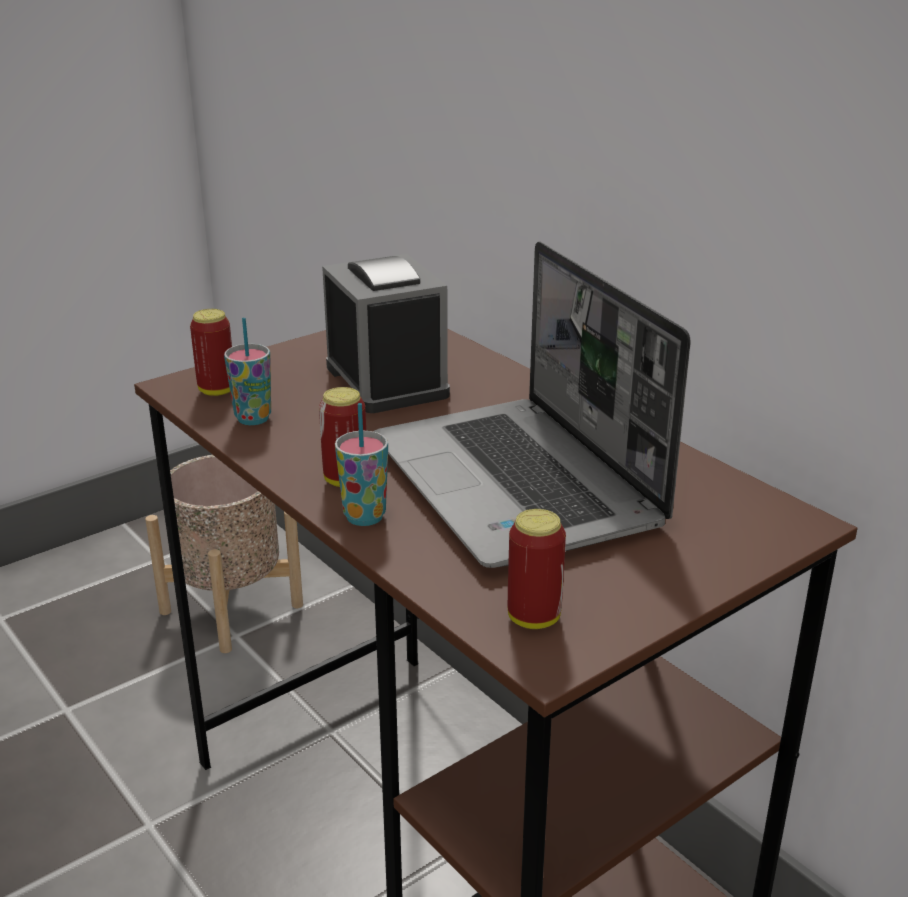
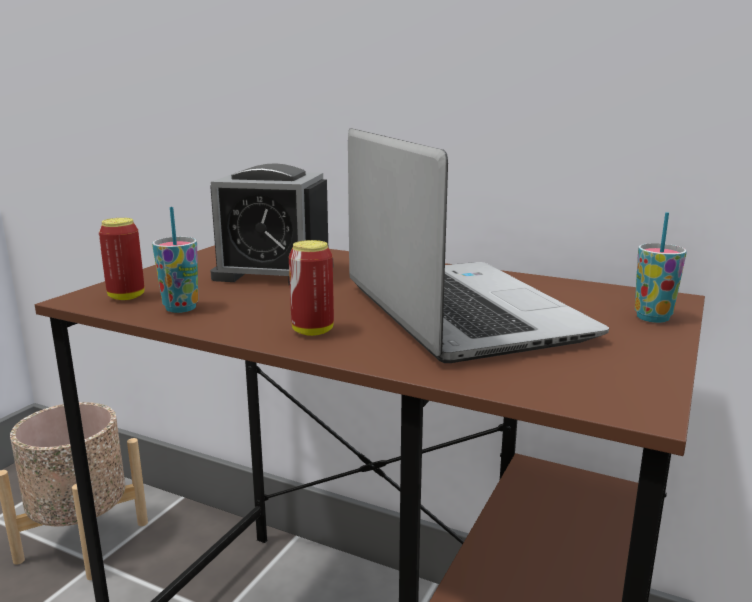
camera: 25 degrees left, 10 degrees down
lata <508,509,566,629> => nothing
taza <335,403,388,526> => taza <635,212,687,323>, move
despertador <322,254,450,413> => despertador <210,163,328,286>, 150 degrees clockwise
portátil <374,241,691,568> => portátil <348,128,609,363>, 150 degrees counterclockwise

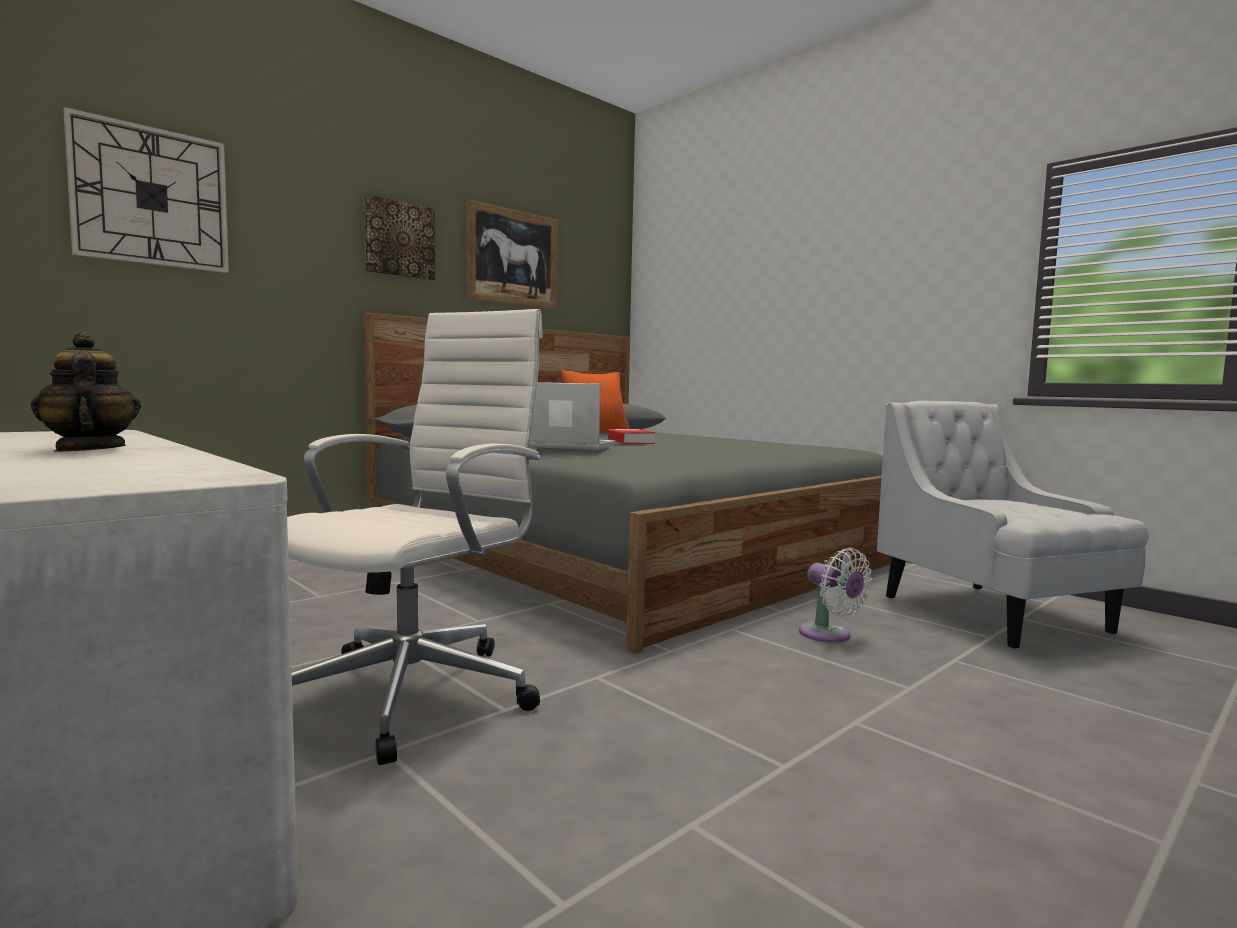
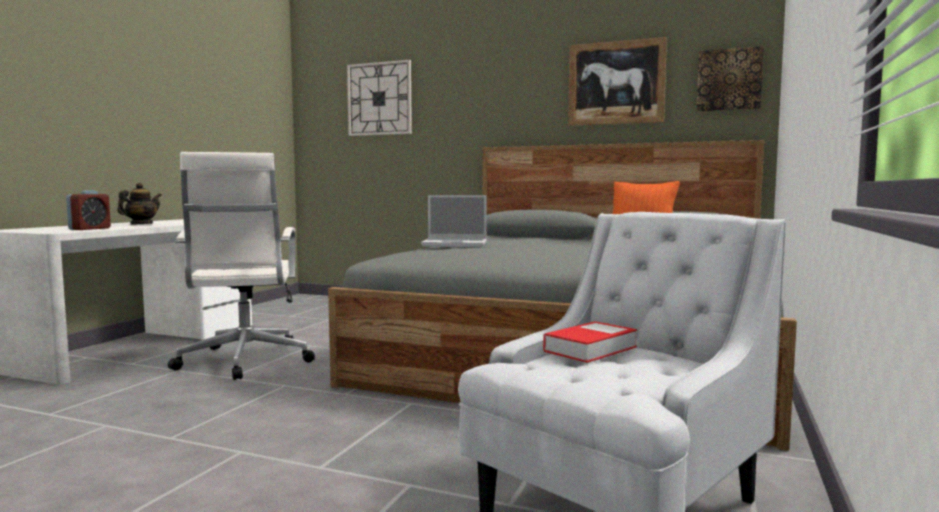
camera: 65 degrees right, 0 degrees up
ventilador/blanco <799,548,872,643> => nothing
nothing => despertador <66,190,111,230>
cuadro <364,195,435,280> => cuadro <697,46,764,111>, move
libro <608,429,655,444> => libro <543,321,637,363>, move
silla de oficina/blanco <287,309,543,765> => silla de oficina/blanco <168,152,315,380>, 75 degrees clockwise
portátil <529,382,616,450> => portátil <421,195,487,247>, 105 degrees clockwise

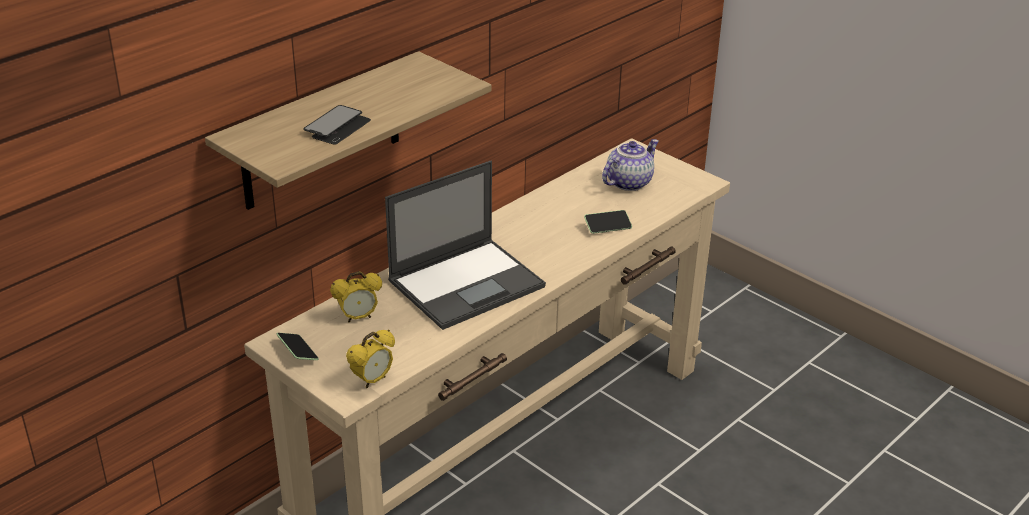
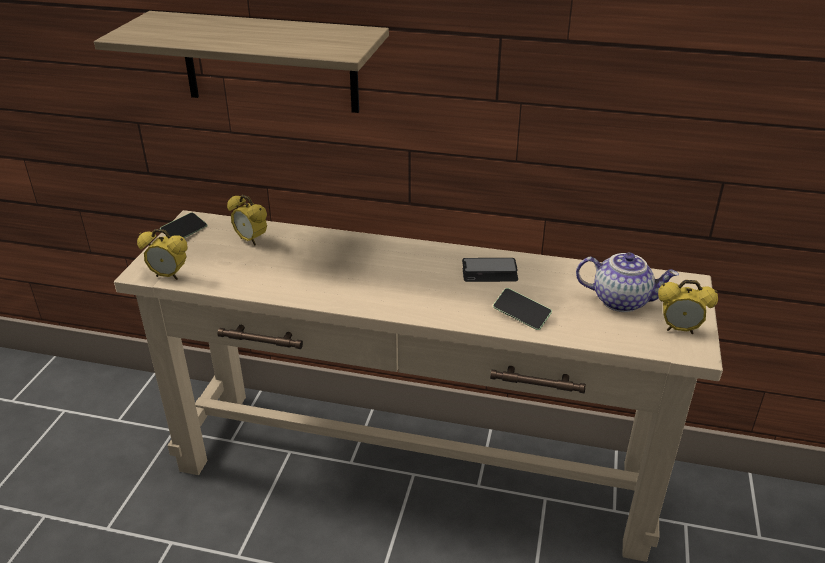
camera: 60 degrees right, 0 degrees up
portátil <385,161,546,330> => nothing
nothing => despertador <658,280,718,334>
móvil <303,105,371,144> => móvil <462,258,518,282>, move

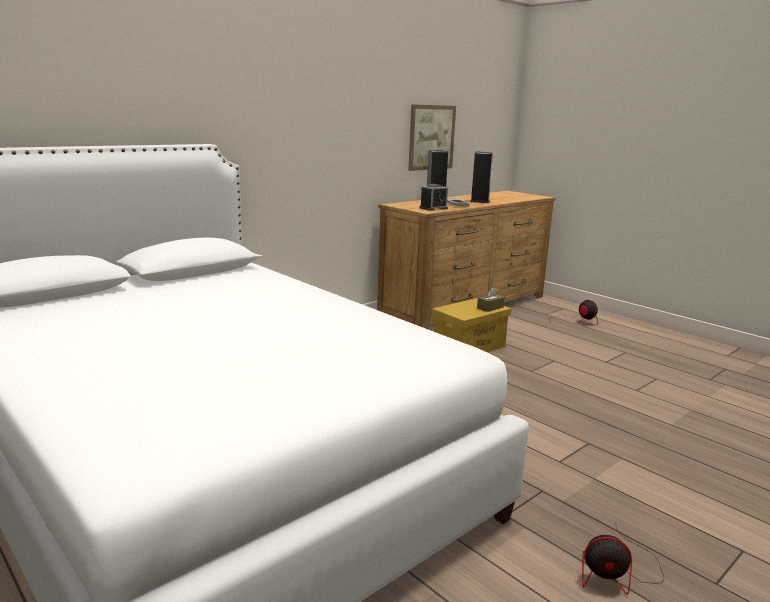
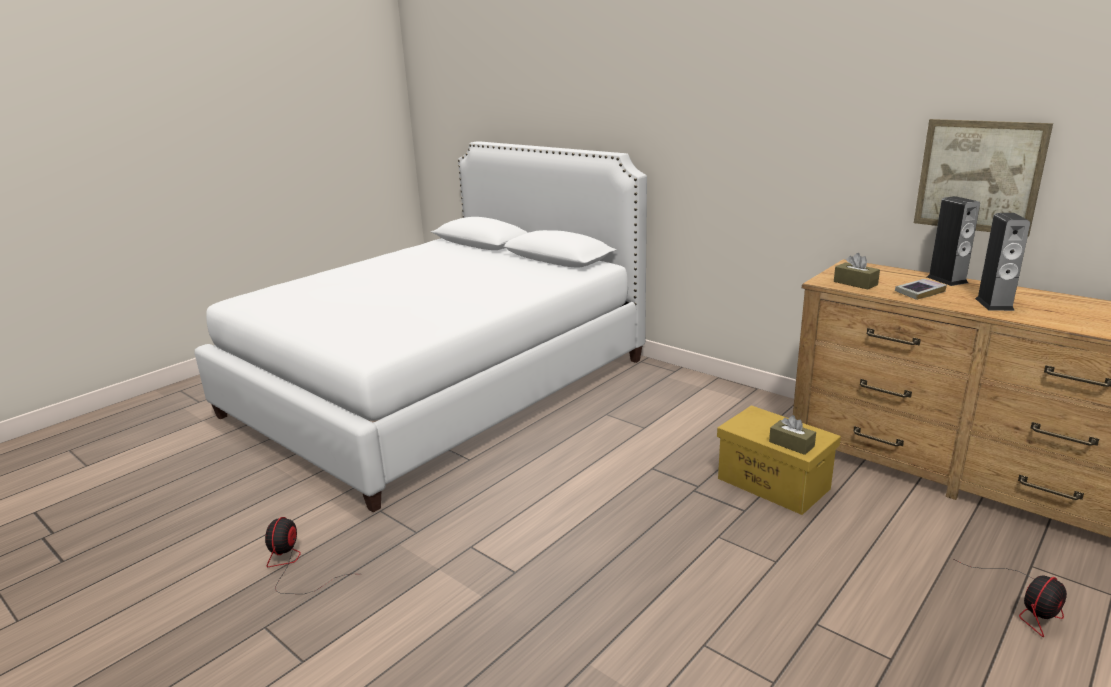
camera: 85 degrees right, 5 degrees up
despertador <420,184,448,211> => caja de pañuelos/marrón <834,253,880,289>

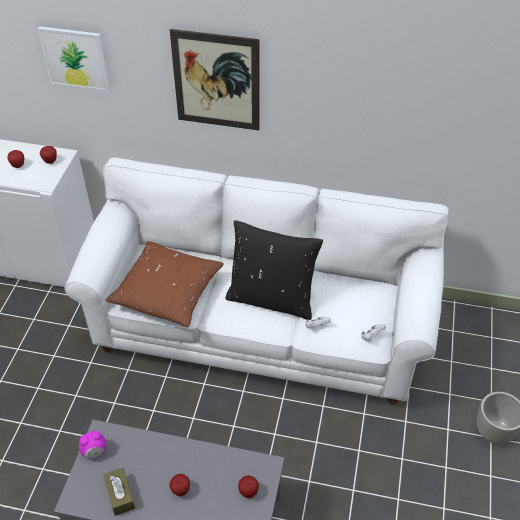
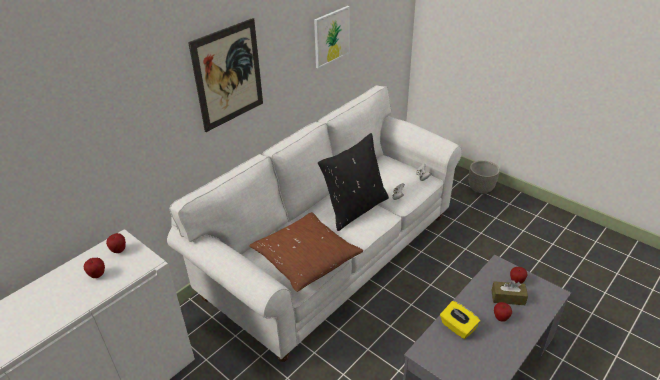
camera: 60 degrees left, 10 degrees down
despertador <79,431,107,459> => nothing
nothing => caja de pañuelos/amarillo <440,301,480,339>
cuadro <38,26,110,91> => cuadro <314,6,350,69>, move
caja de pañuelos/marrón <103,468,135,516> => caja de pañuelos/marrón <491,280,528,305>, move

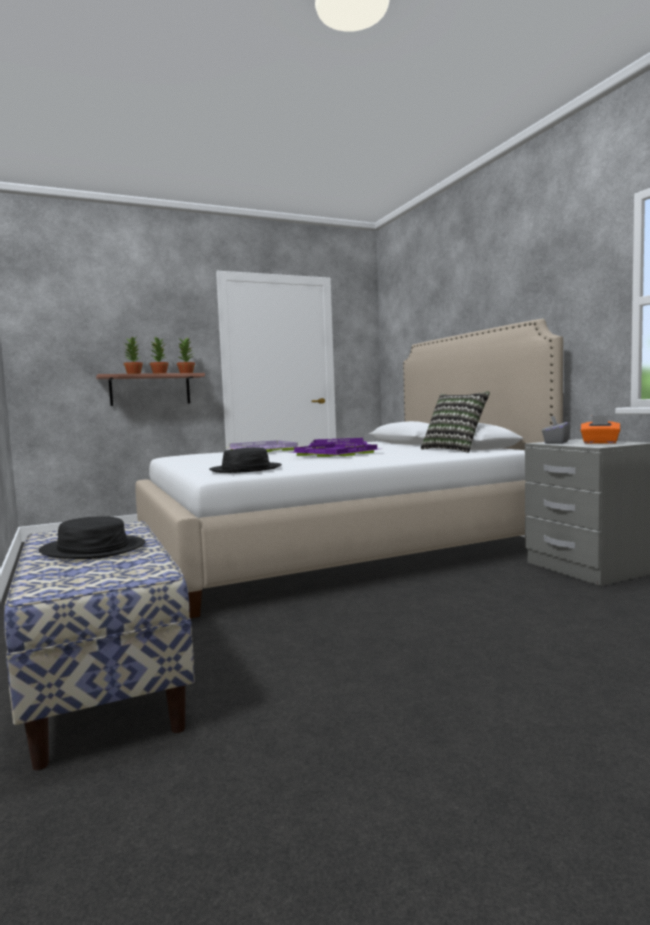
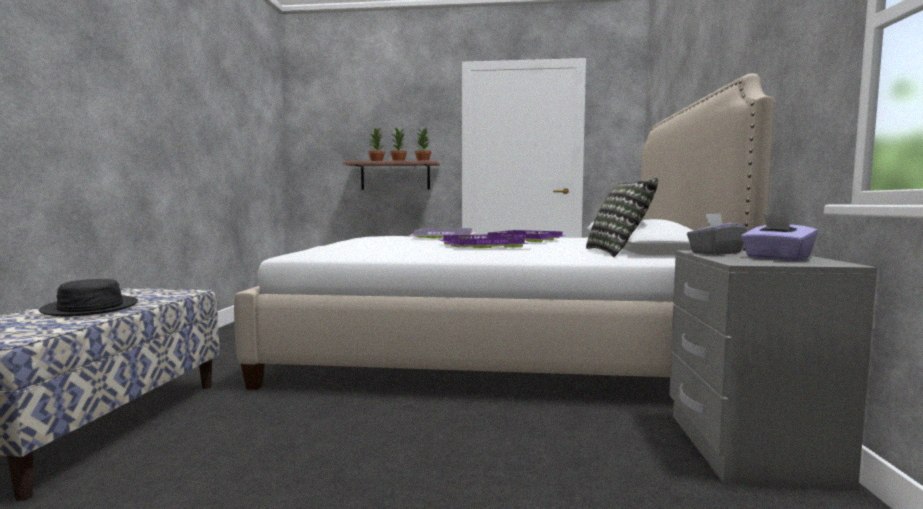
camera: 30 degrees right, 0 degrees up
sombrero/negro <209,448,282,473> => nothing
caja de pañuelos/naranja <581,415,620,444> => caja de pañuelos/morado <741,214,818,261>

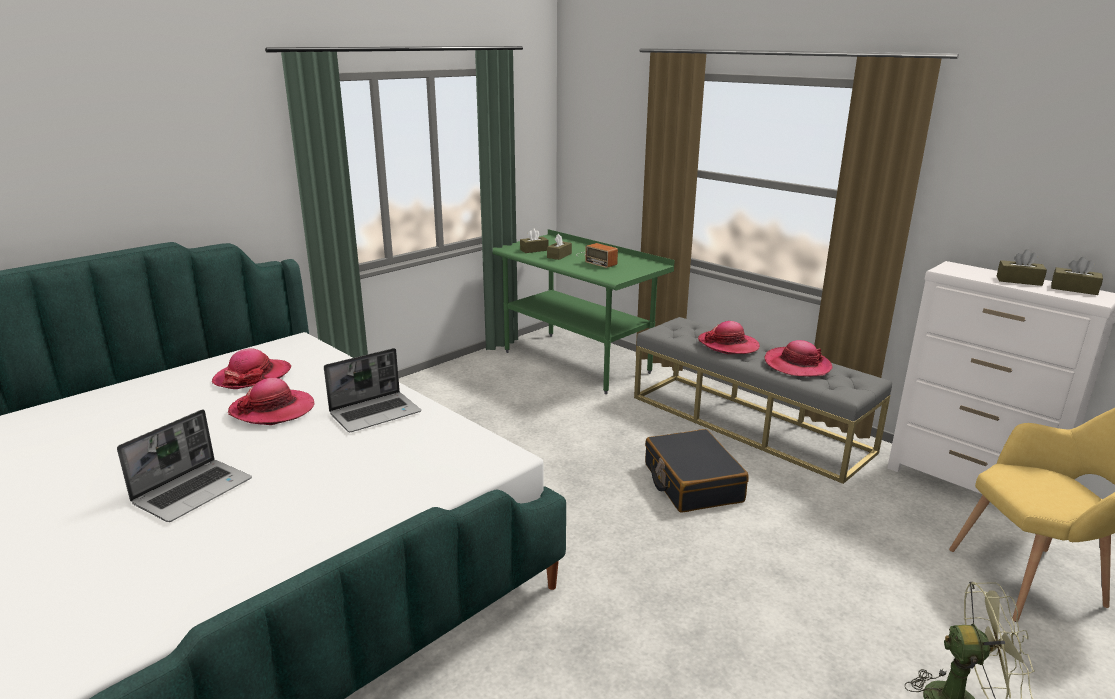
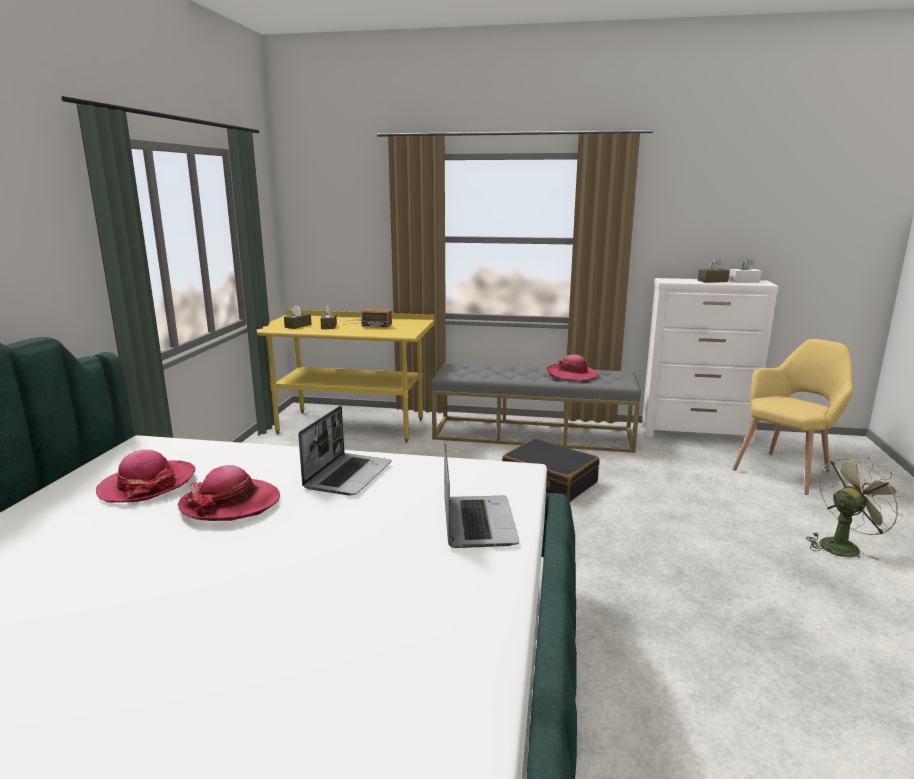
camera: 35 degrees left, 5 degrees down
sombrero <698,321,760,354> => nothing
portátil <117,409,252,522> => portátil <444,443,519,548>, move
escritorio/verde <493,229,675,394> => escritorio/amarillo <257,310,434,443>
caja de pañuelos/marrón <1051,257,1103,295> => caja de pañuelos/blanco <729,259,762,282>

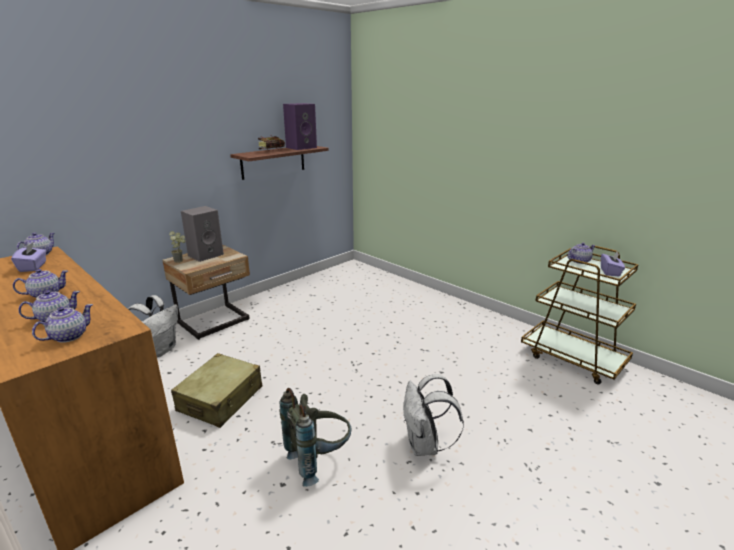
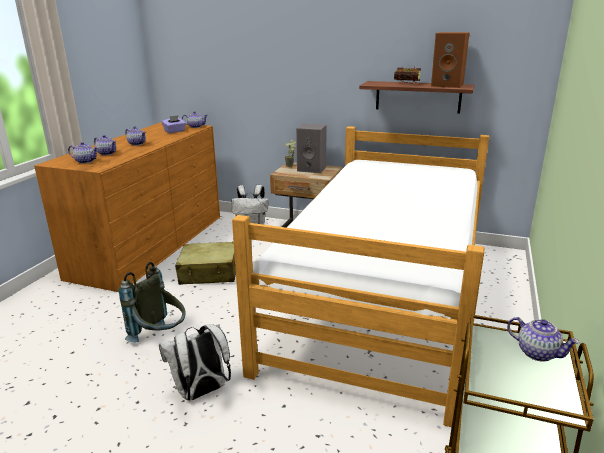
camera: 65 degrees right, 0 degrees up
caja de pañuelos/morado <601,252,625,276> => nothing
nothing => cama <232,126,489,427>
altavoz/morado <283,103,317,150> => altavoz/marrón <431,32,470,88>

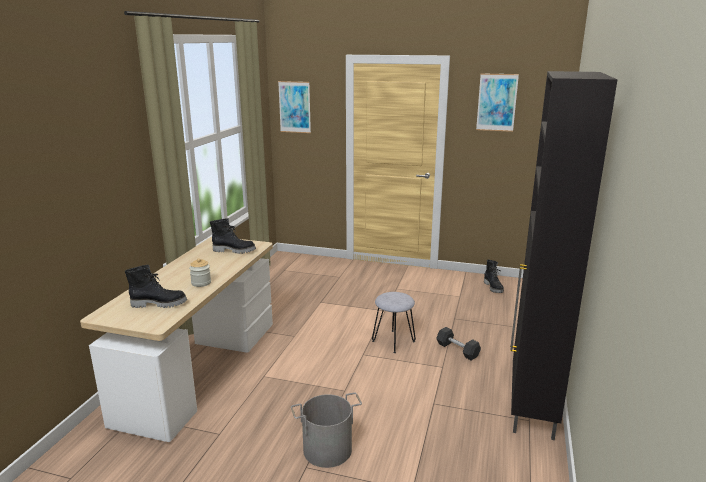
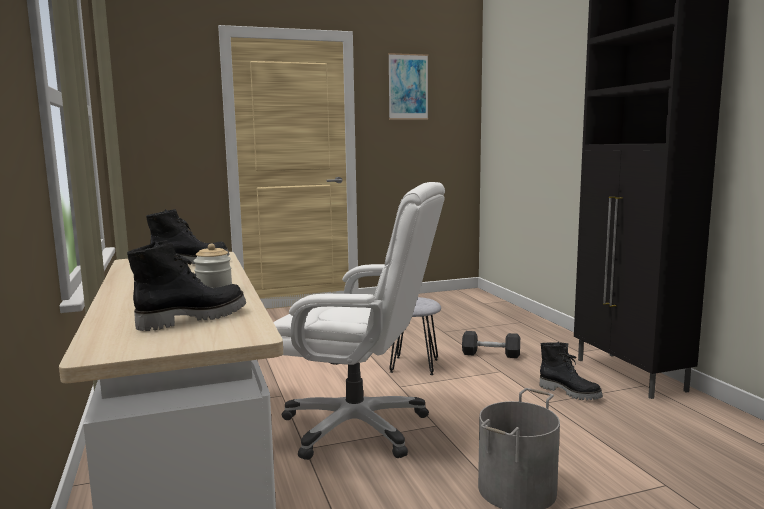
camera: 35 degrees left, 10 degrees down
cuadro <278,81,311,133> => nothing
nothing => silla de oficina/blanco <273,182,445,460>
bota/negro <484,259,504,293> => bota/negro <540,342,603,400>, move

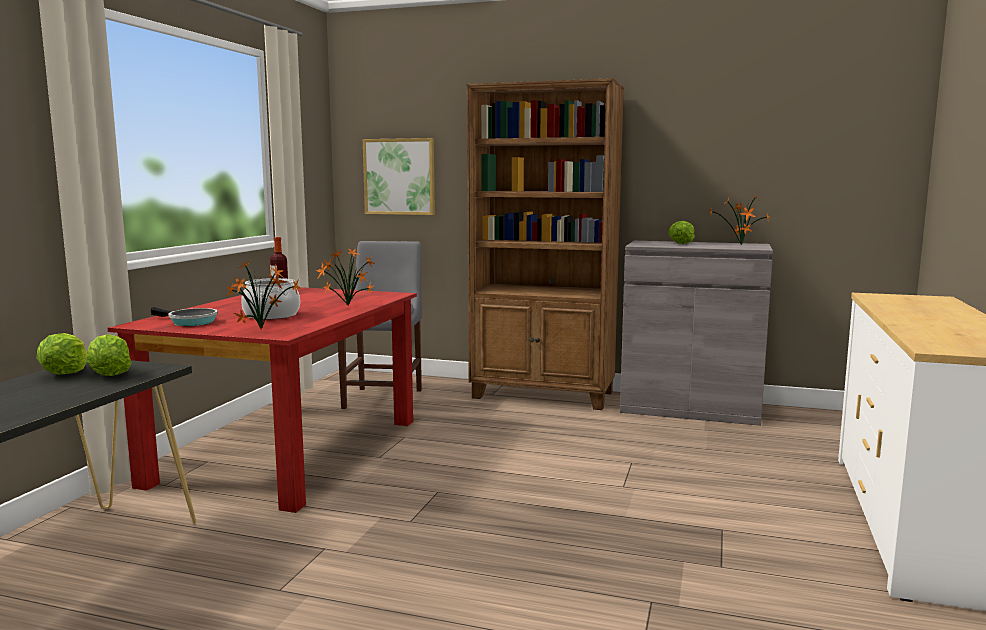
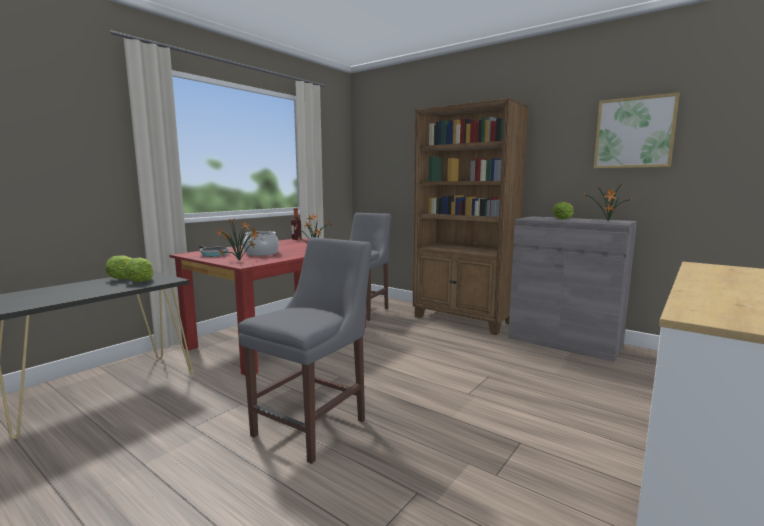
camera: 20 degrees right, 0 degrees up
nothing => silla/gris <238,237,372,464>
cuadro <363,138,435,215> => cuadro <594,92,680,168>, move

